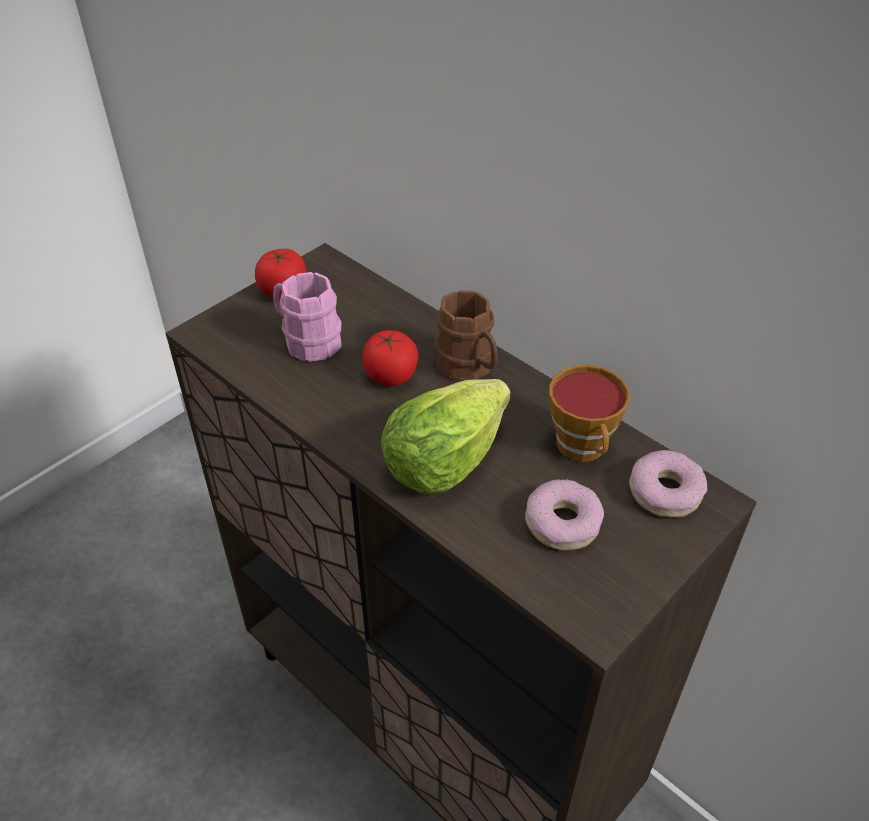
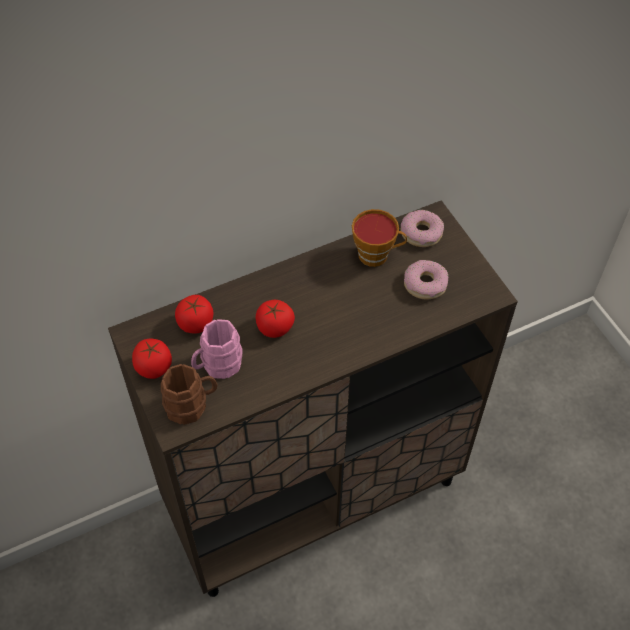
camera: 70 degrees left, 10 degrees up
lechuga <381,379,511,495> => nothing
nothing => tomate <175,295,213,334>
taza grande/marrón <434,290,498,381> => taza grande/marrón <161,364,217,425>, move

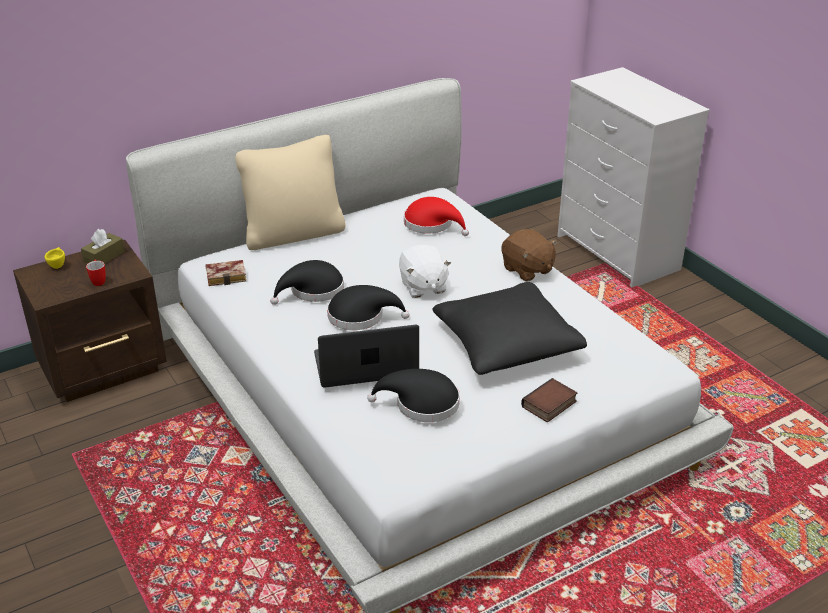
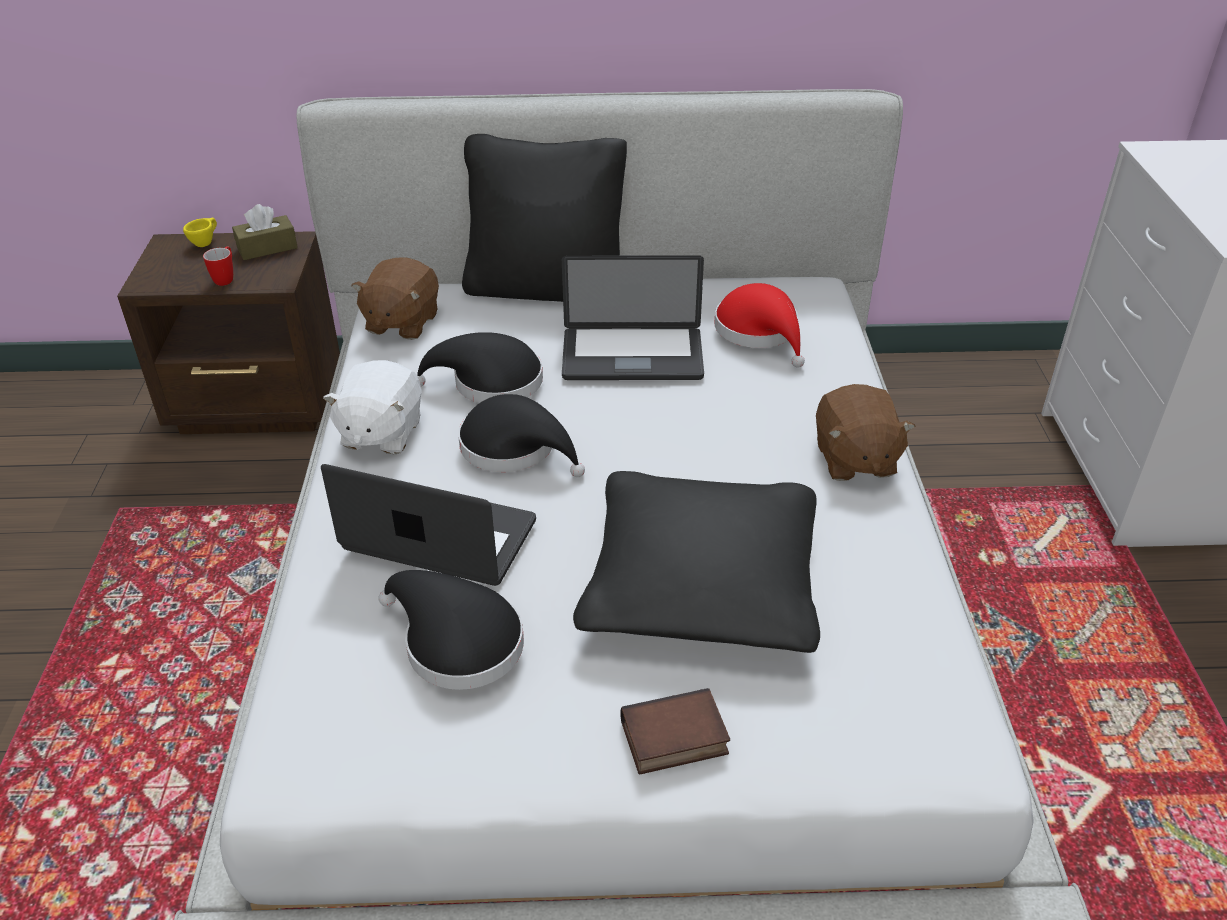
camera: 30 degrees right, 5 degrees up
nothing => portátil <562,255,704,380>
peluche/blanco <399,245,452,298> => peluche/blanco <323,360,422,454>, move
libro <206,260,246,286> => peluche/marrón <351,257,439,340>
cojín/beis <236,135,346,250> => cojín/negro <462,134,627,302>

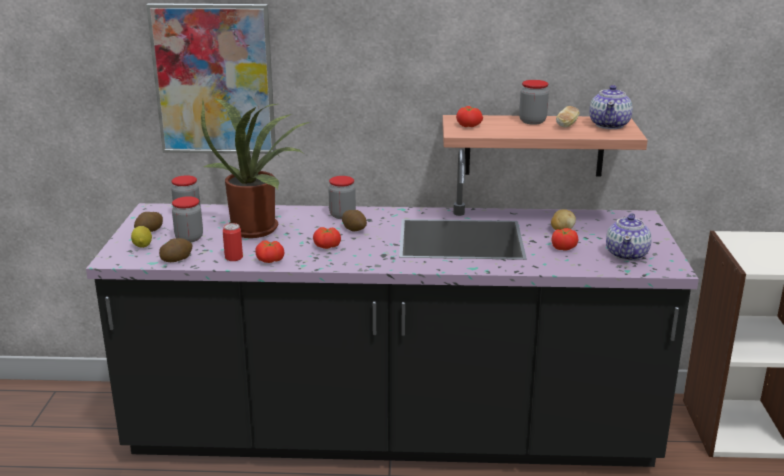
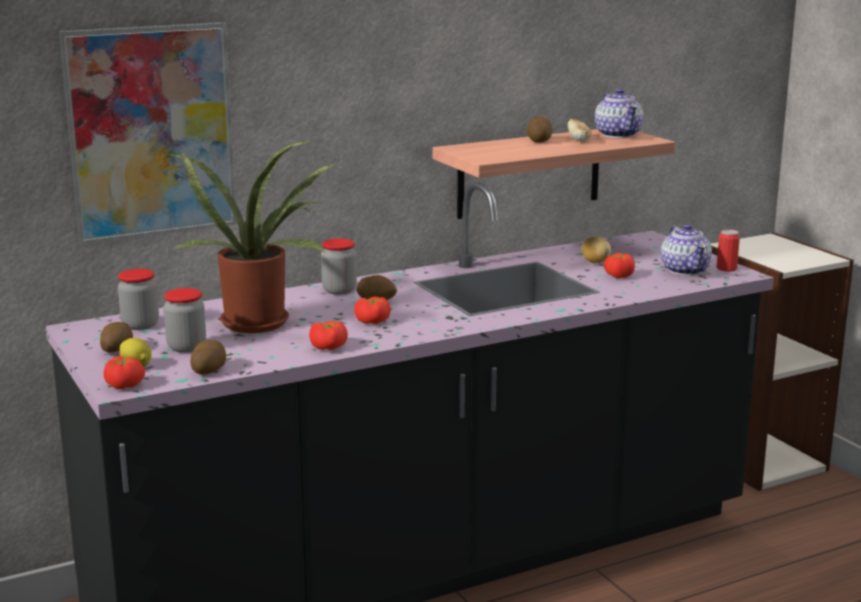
camera: 30 degrees left, 5 degrees down
lata <223,223,243,261> => lata <717,230,740,272>, move
tomate <456,106,483,127> => tomate <104,356,145,389>, move
tarro <519,80,549,125> => patata <527,117,552,143>

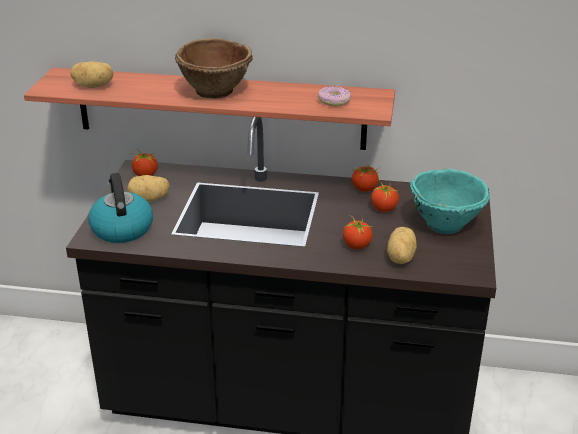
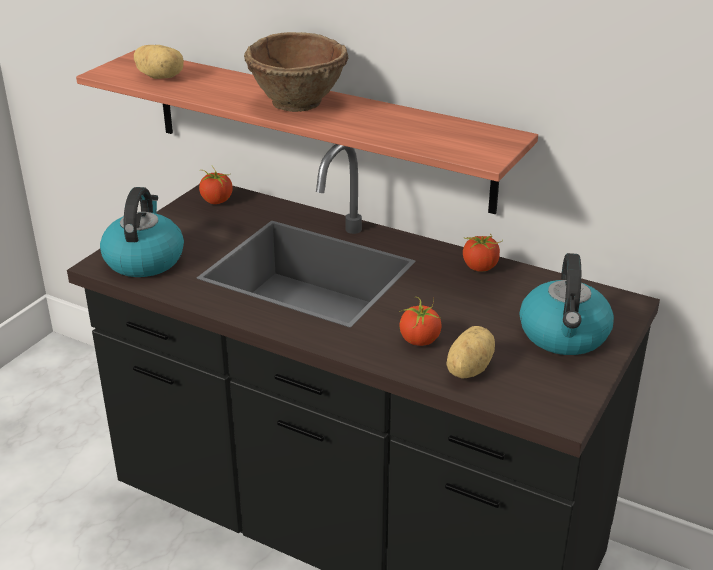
camera: 20 degrees right, 0 degrees up
patata <127,175,170,202> => nothing
rosquilla <318,86,351,106> => nothing
tomate <371,179,400,212> => nothing
cuenco/turquesa <409,168,490,234> => hervidor <520,253,614,355>

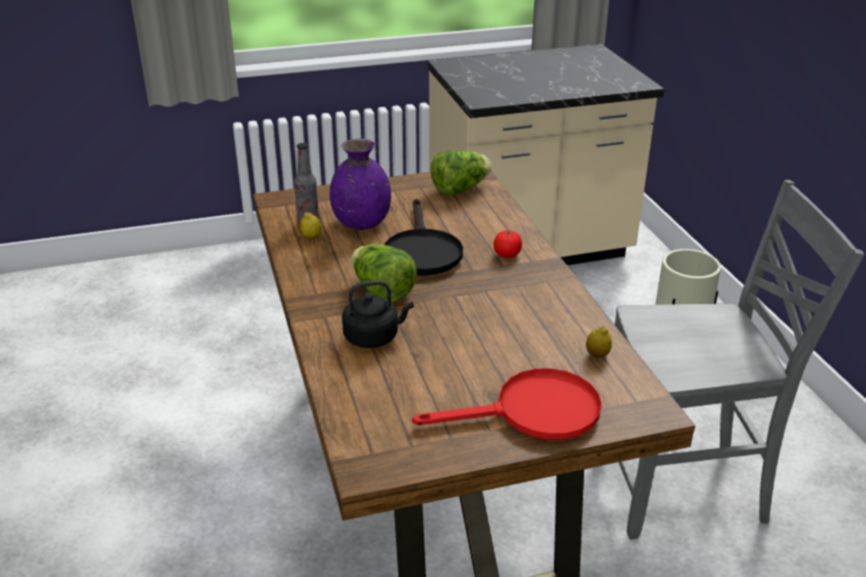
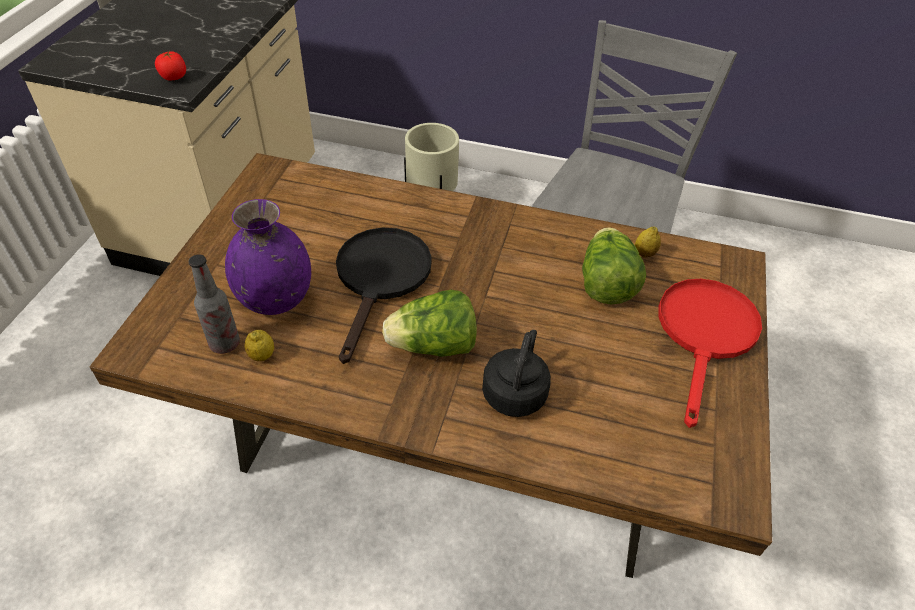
camera: 60 degrees left, 15 degrees up
lechuga <430,150,492,195> => lechuga <582,227,646,305>, move
tomate <493,230,522,258> => tomate <155,51,186,81>, move
sartén/negro <384,199,463,275> => sartén/negro <336,227,432,364>, 105 degrees counterclockwise

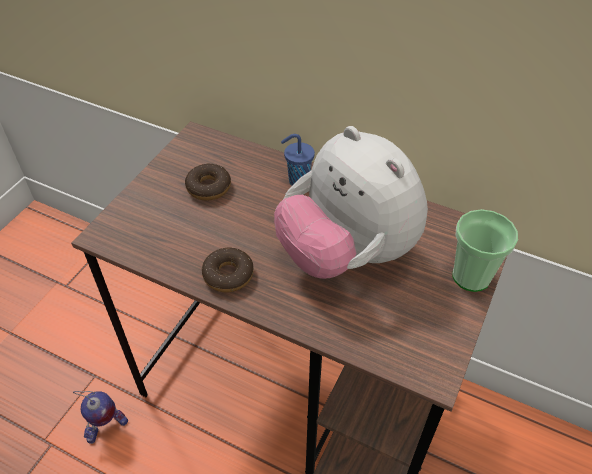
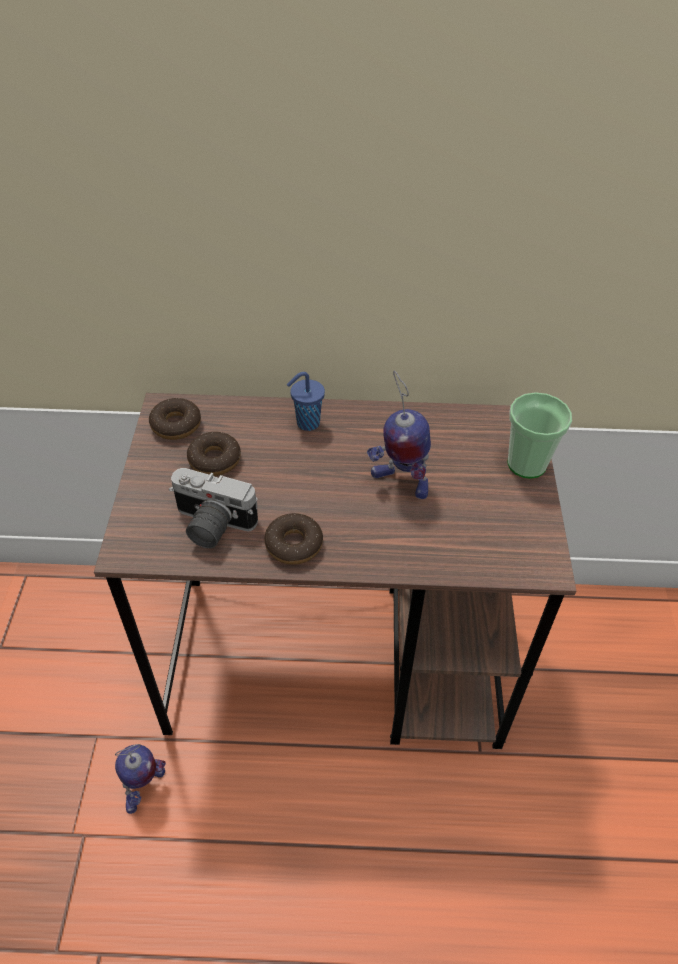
camera: 25 degrees left, 0 degrees up
nothing => rosquilla <149,398,201,440>
nothing => cámara <169,468,258,548>
peluche <274,126,428,279> => robot de juguete <367,371,431,499>

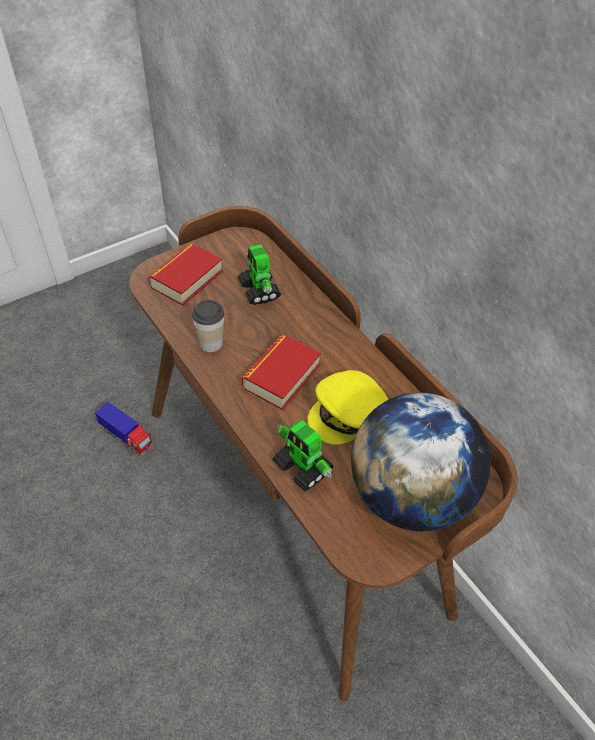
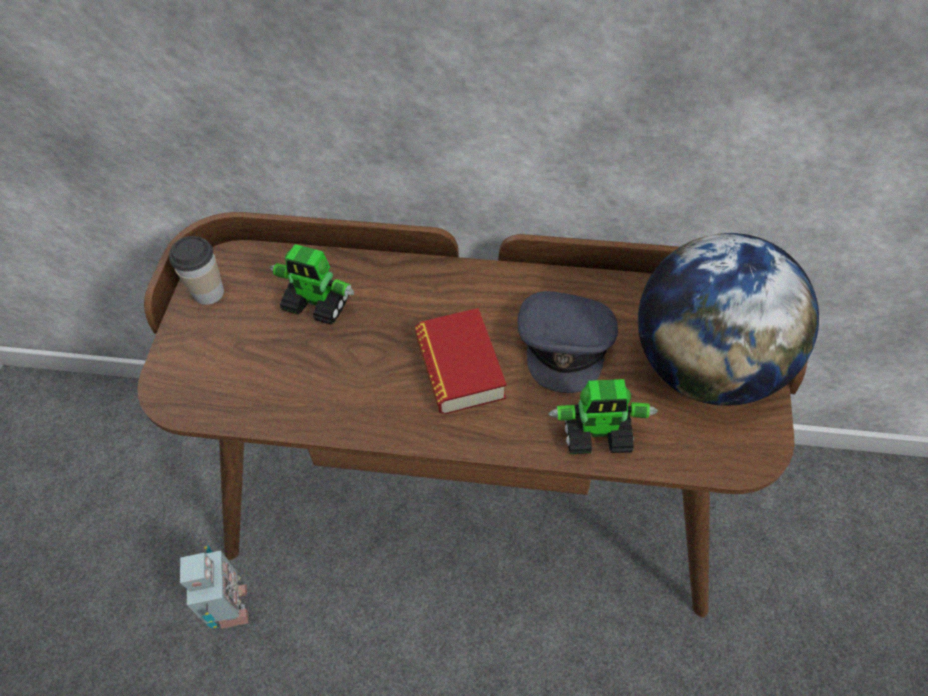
camera: 45 degrees left, 5 degrees up
libro <148,243,223,306> => nothing
taza <192,300,224,352> => taza <169,236,224,305>, move
camión de juguete <95,402,153,456> => robot de juguete <180,545,249,629>
gorra/amarillo <307,370,388,445> => gorra/gris <517,291,618,393>

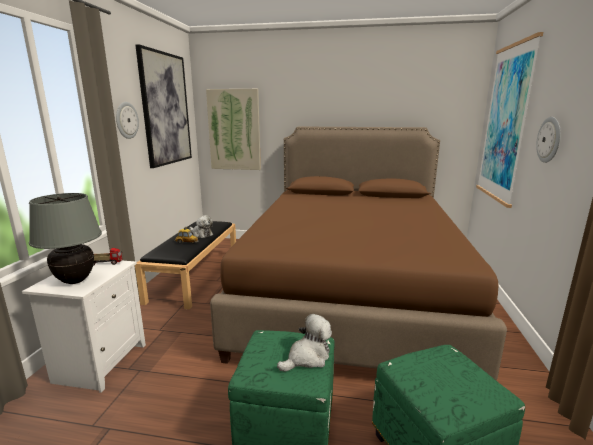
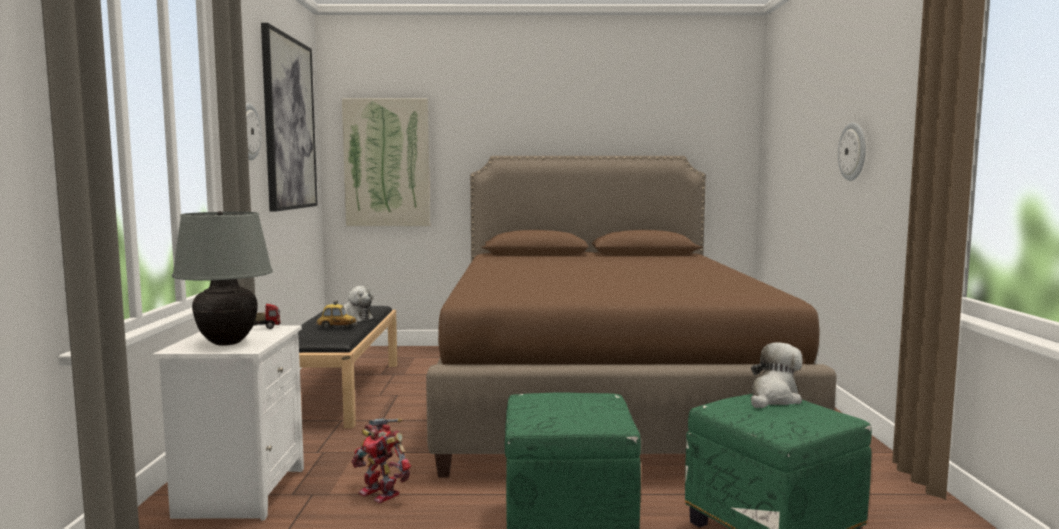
camera: 10 degrees left, 10 degrees down
cuadro <476,32,543,208> => nothing
nothing => robot de juguete <351,418,411,503>
peluche <277,314,332,372> => peluche <751,342,803,408>, move

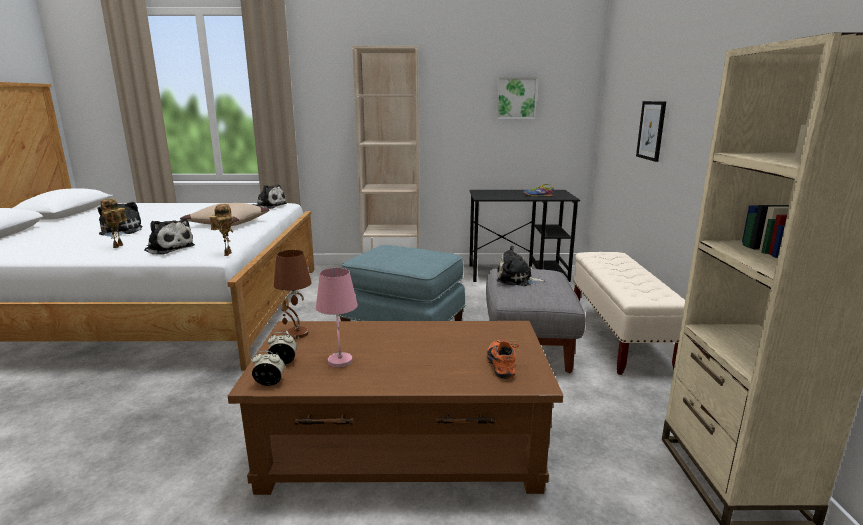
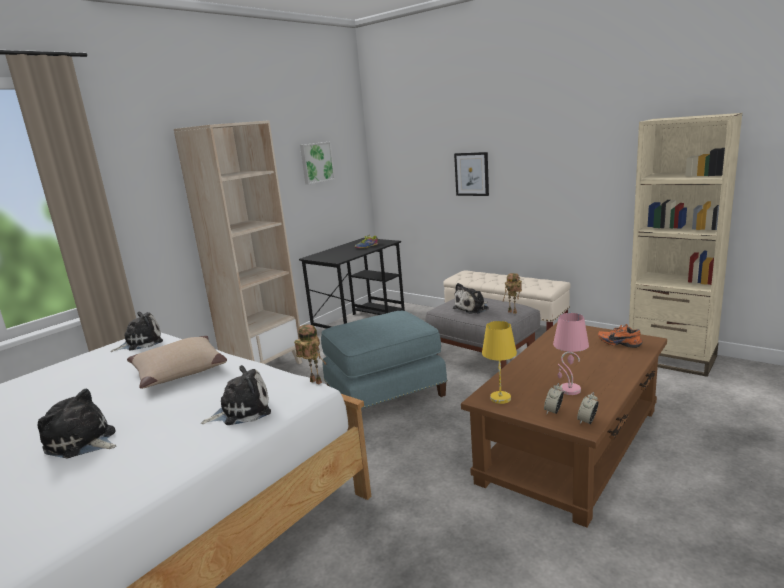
camera: 50 degrees left, 0 degrees up
robot de juguete <100,199,127,248> => robot de juguete <503,273,522,314>, move
lámpara de mesa/marrón <274,250,312,339> => lámpara de mesa/amarillo <482,321,517,404>

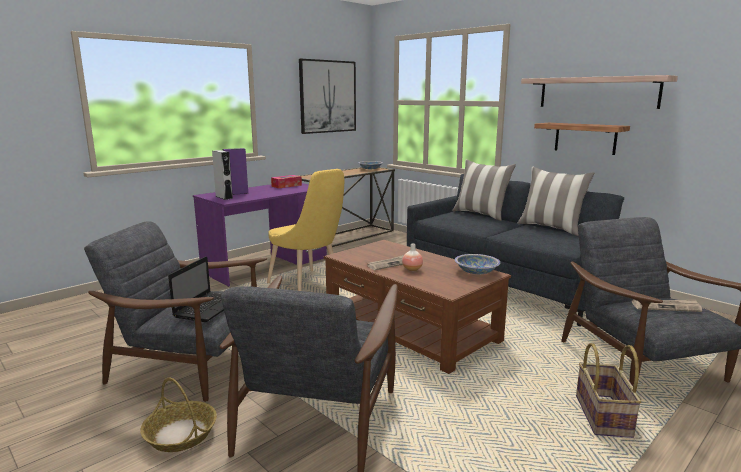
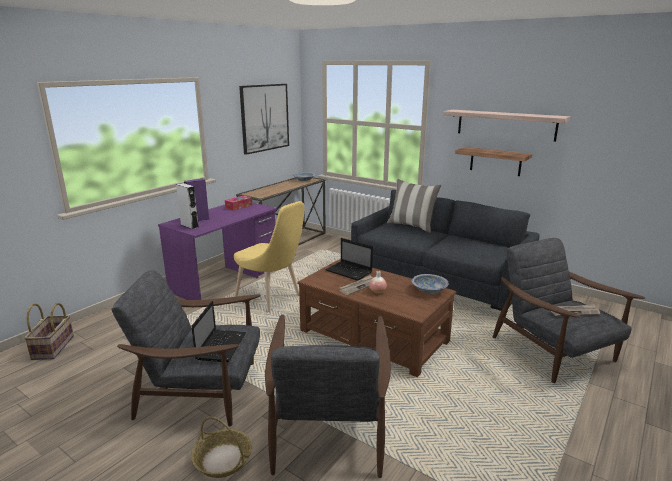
camera: 10 degrees left, 5 degrees up
cojín <517,167,594,236> => nothing
nothing => portátil <325,238,373,281>
cesta <576,343,641,438> => cesta <24,303,74,360>, move

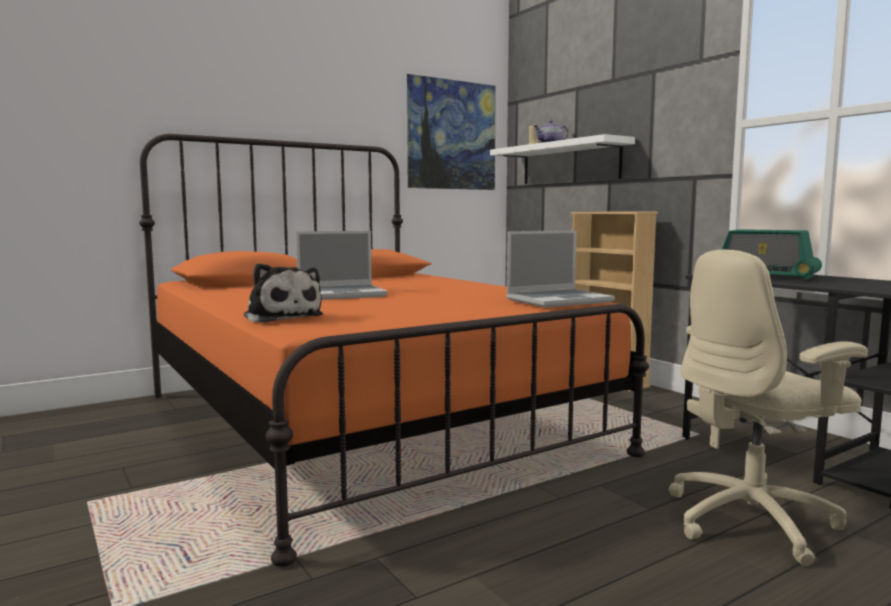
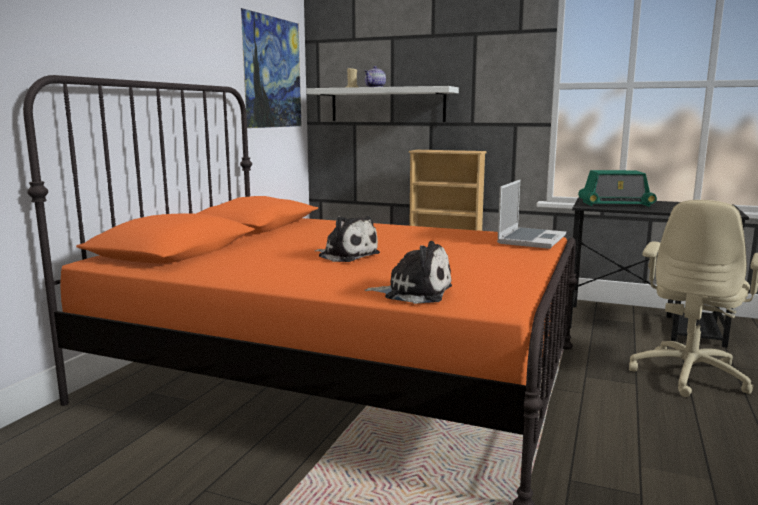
camera: 35 degrees left, 5 degrees up
portátil <296,231,388,300> => peluche <315,216,380,262>

